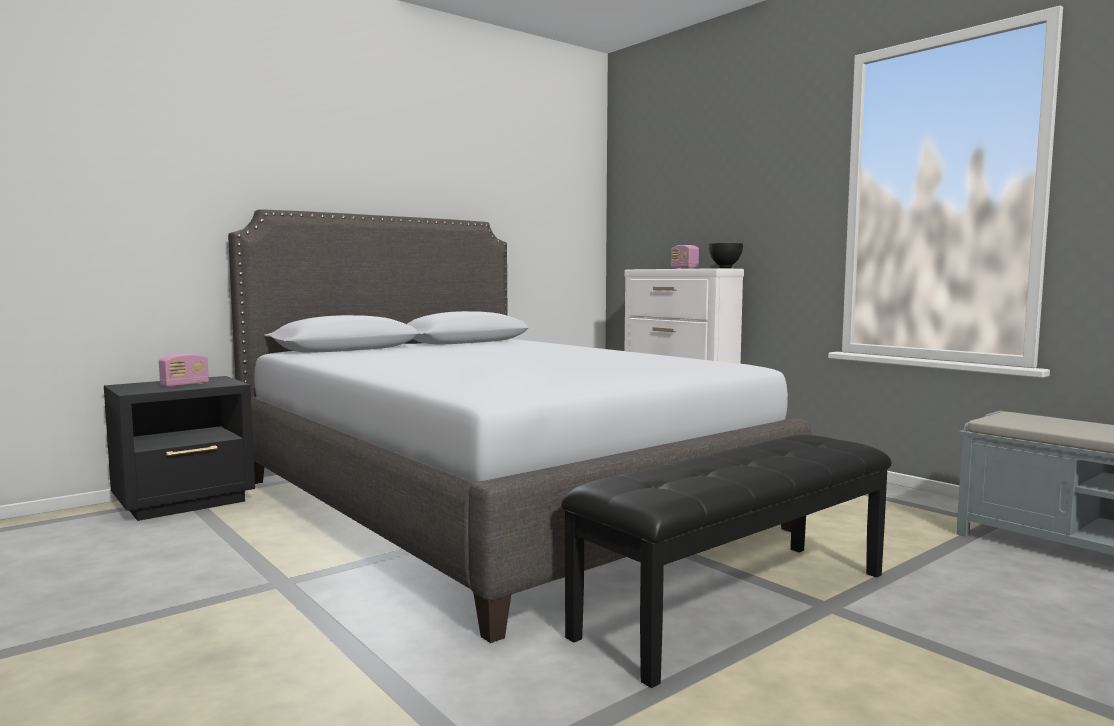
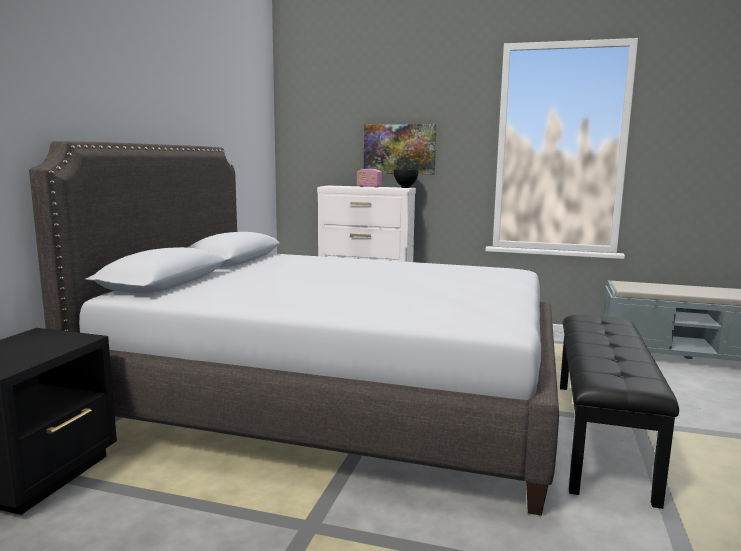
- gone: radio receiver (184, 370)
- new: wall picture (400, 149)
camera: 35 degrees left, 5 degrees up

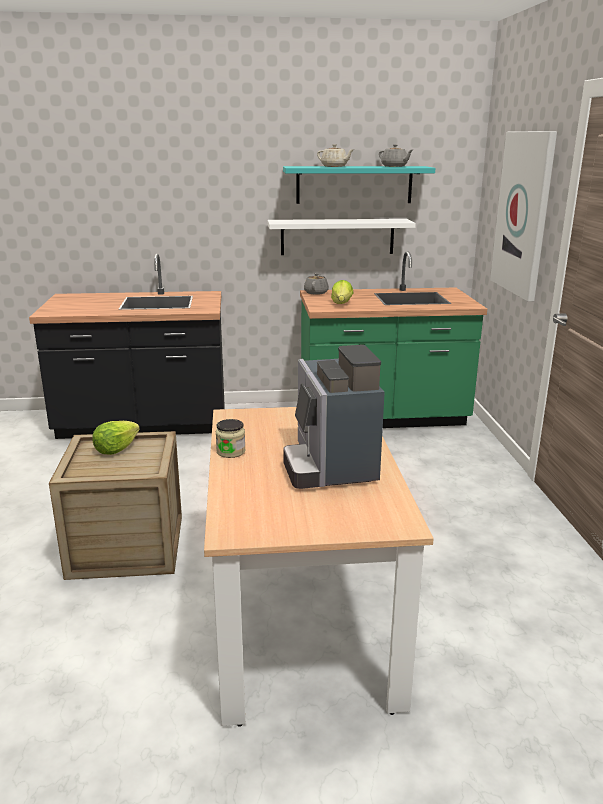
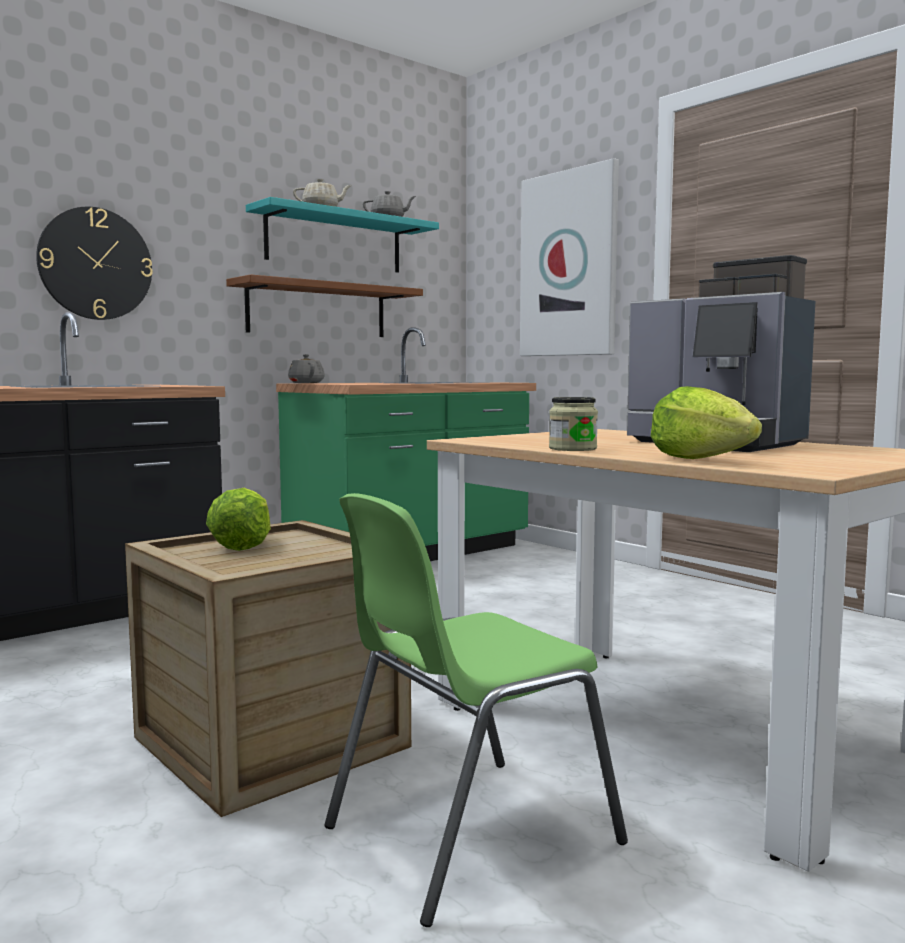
- new: hanging clock (94, 263)
- new: plain chair/greenish (476, 710)
- shifted: lettuce head (342, 292) to (706, 422)
- repainted: wall shelf/white-coloured (342, 237) to wall shelf/brownish (324, 305)
camera: 35 degrees left, 15 degrees down

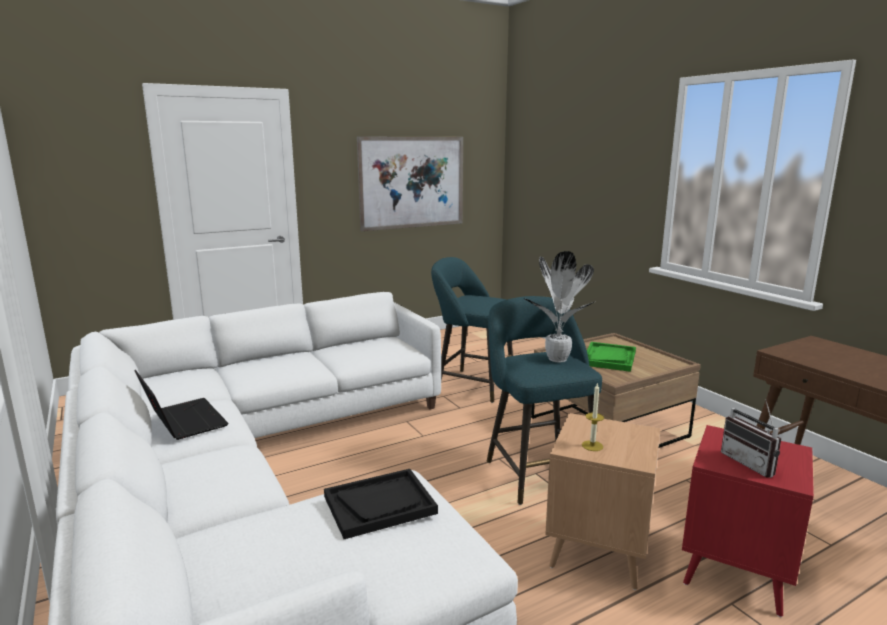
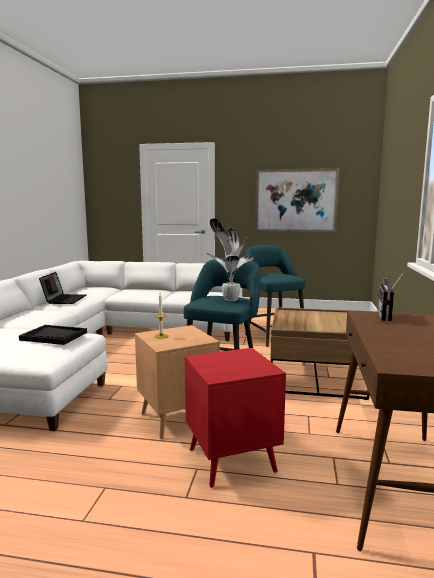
- gone: tray/greenish (611, 357)
- shifted: radio receiver (751, 439) to (391, 296)
camera: 40 degrees right, 5 degrees down

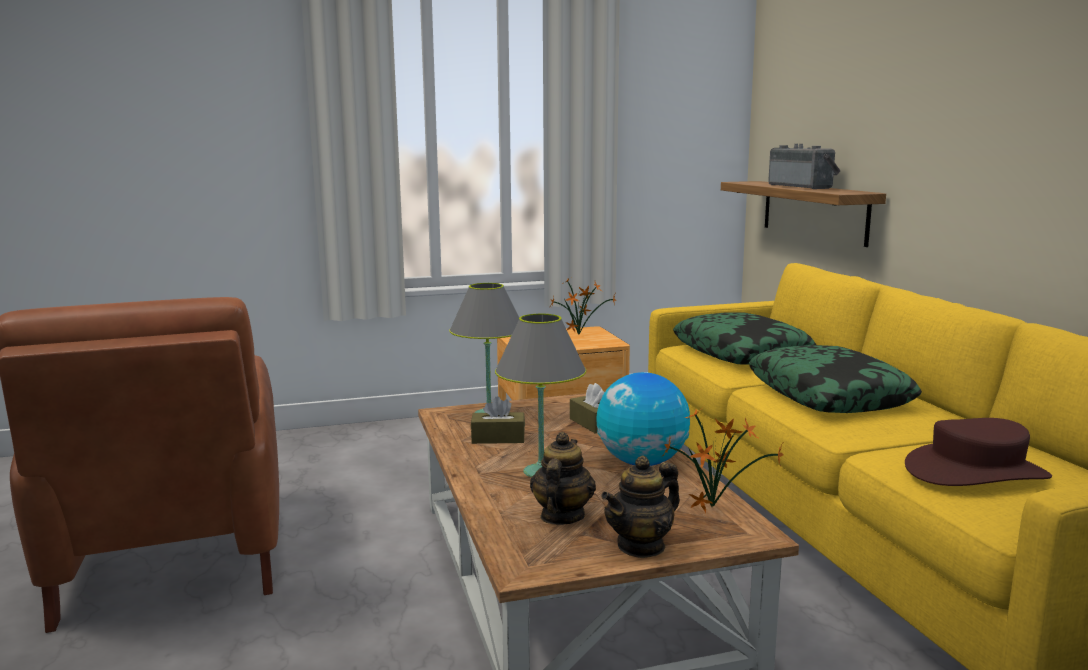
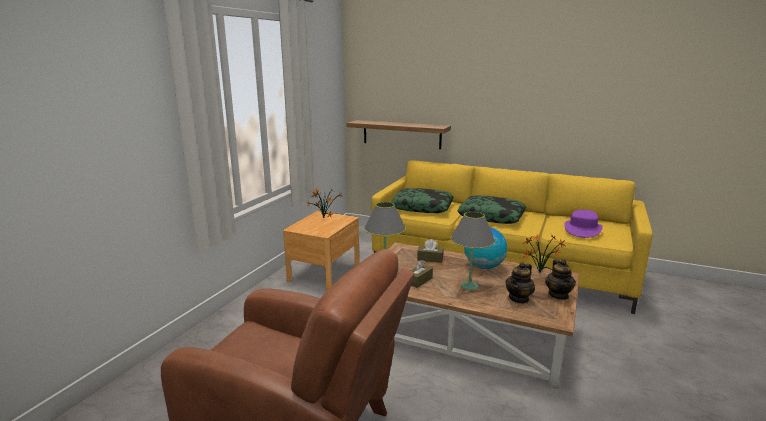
- gone: radio receiver (804, 166)
- repainted: hat/brownish (978, 452) to hat/purple (583, 224)
- rotated: teapot (563, 478) = (520, 283) 105 degrees counterclockwise
camera: 50 degrees left, 5 degrees up

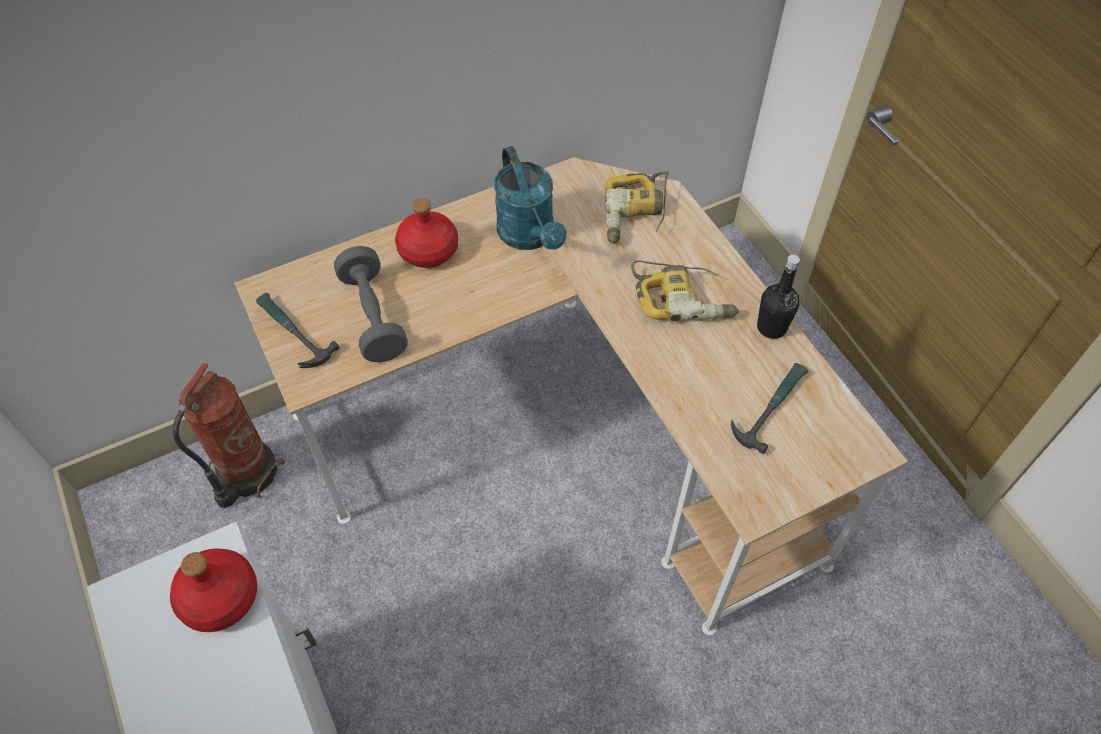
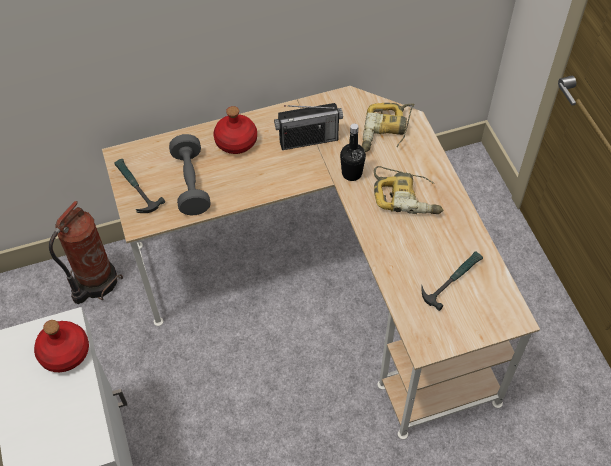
- shifted: bottle/black-coloured (778, 297) to (353, 152)
- swapped: sprinkling can/blue-green (530, 198) to radio receiver (308, 126)
camera: 10 degrees right, 0 degrees up

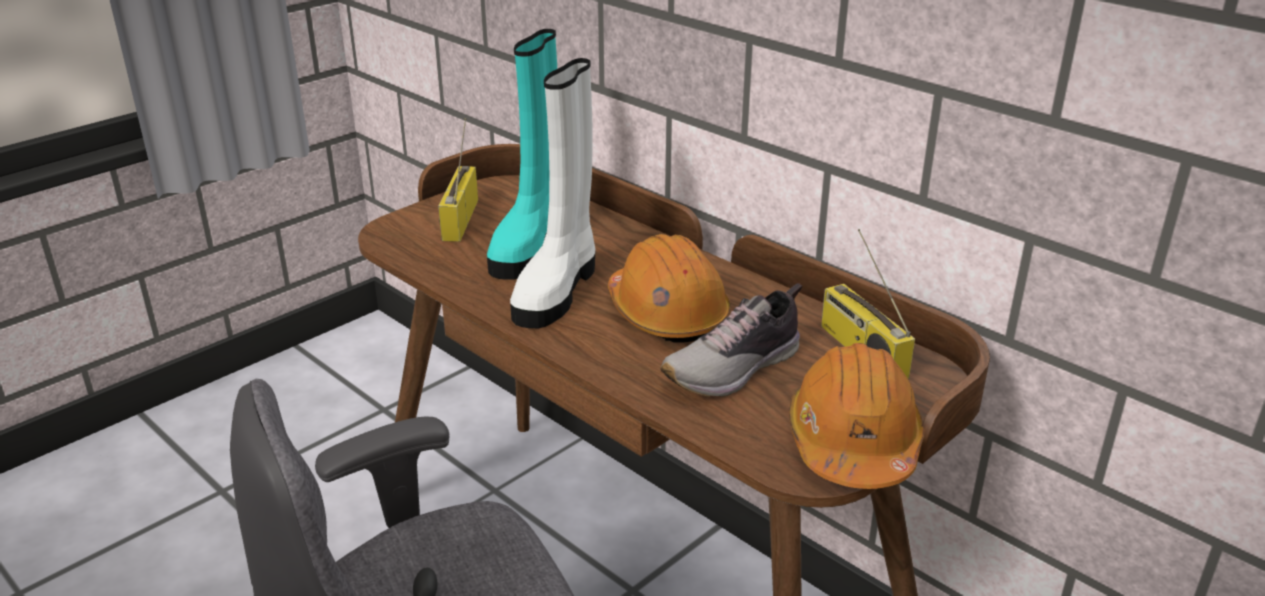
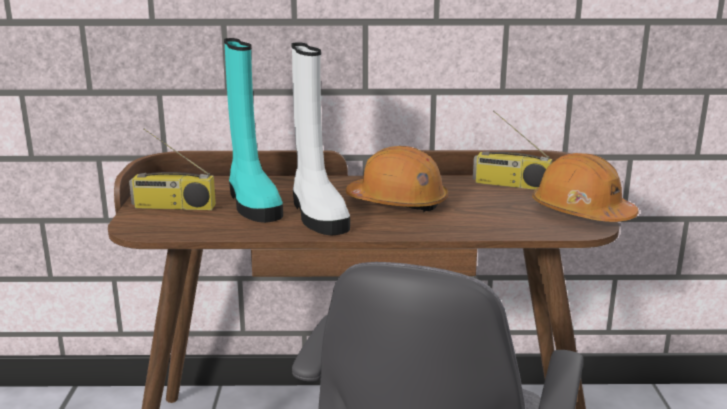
- gone: low shoe (731, 340)
- rotated: radio receiver (458, 180) = (172, 169) 45 degrees counterclockwise
camera: 45 degrees left, 10 degrees down

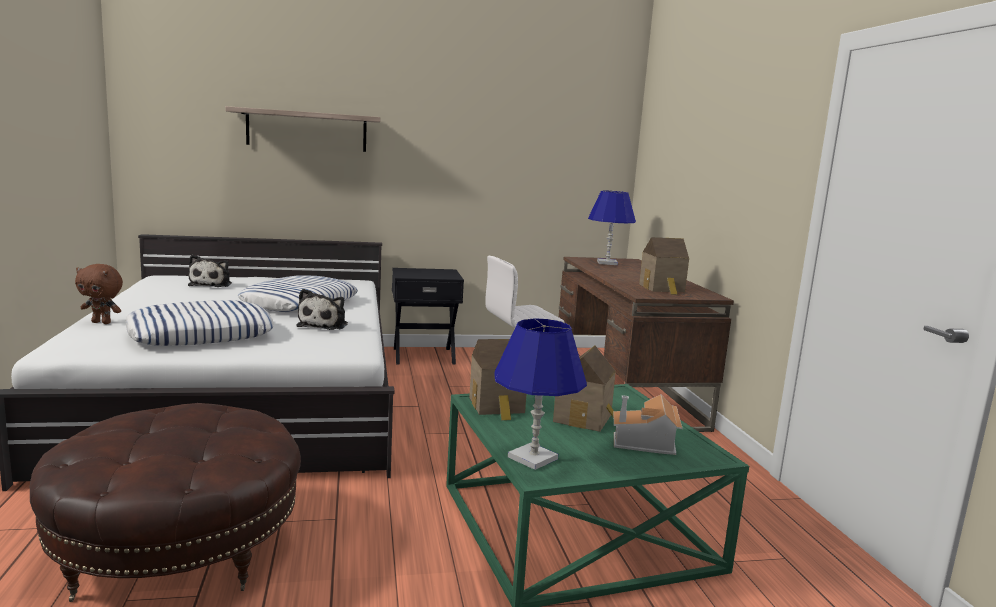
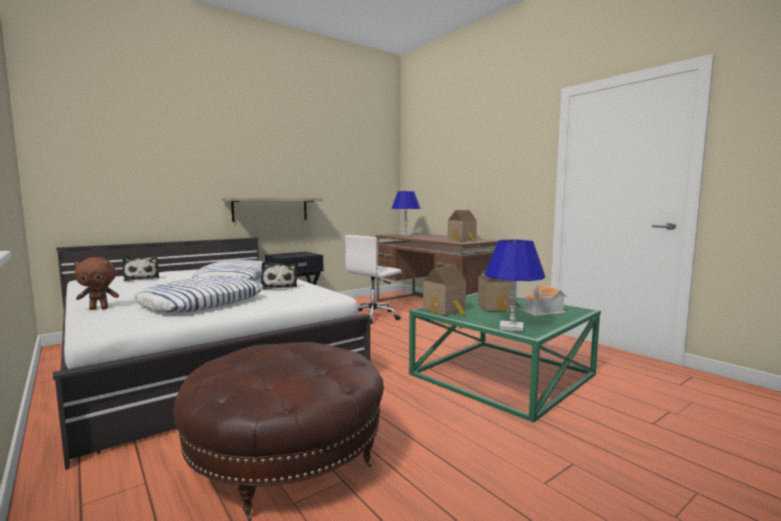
- shifted: wall shelf (303, 129) to (272, 210)
camera: 25 degrees left, 5 degrees down

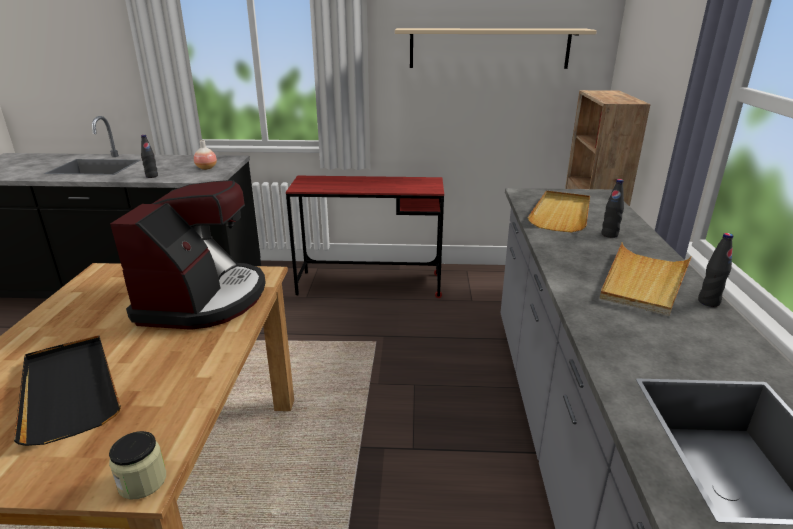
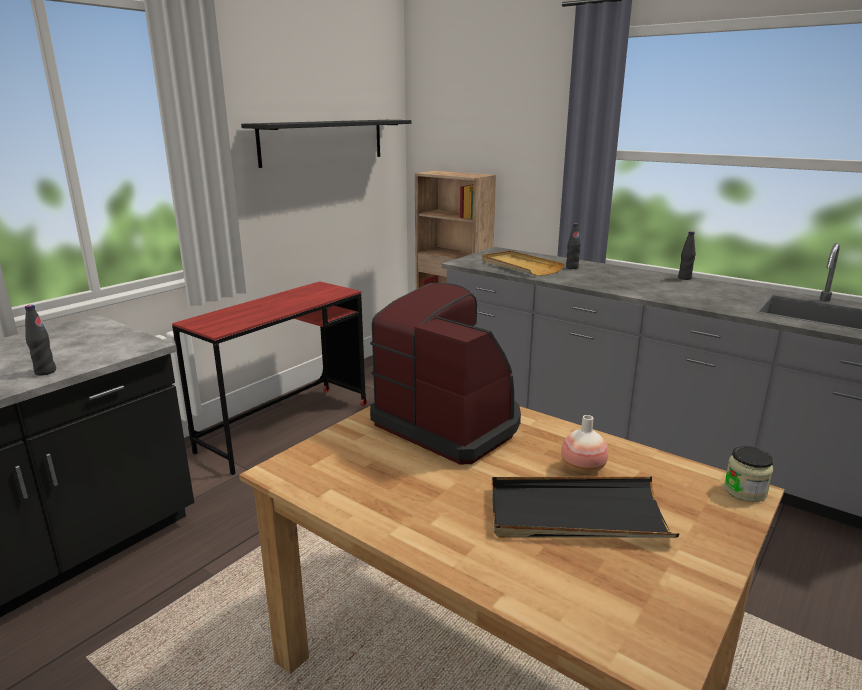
- gone: tray/beige-coloured (646, 279)
- shifted: vase (205, 155) to (584, 445)
- repainted: wall shelf/beige-coloured (496, 48) to wall shelf/black-coloured (326, 144)
camera: 55 degrees left, 5 degrees down

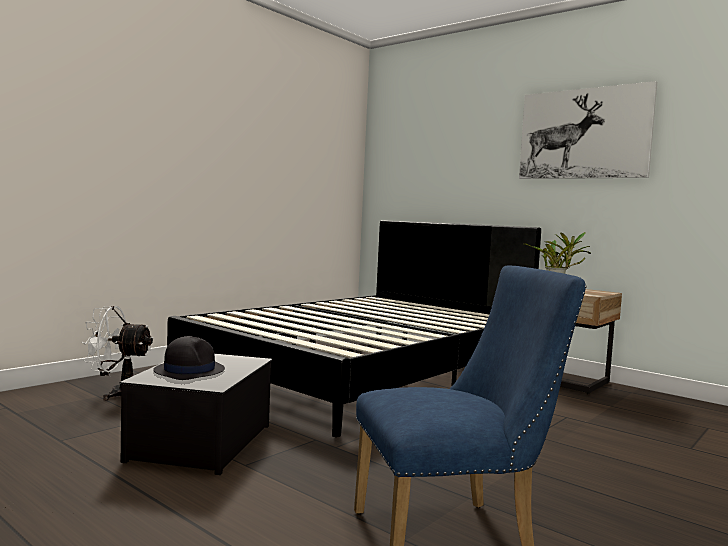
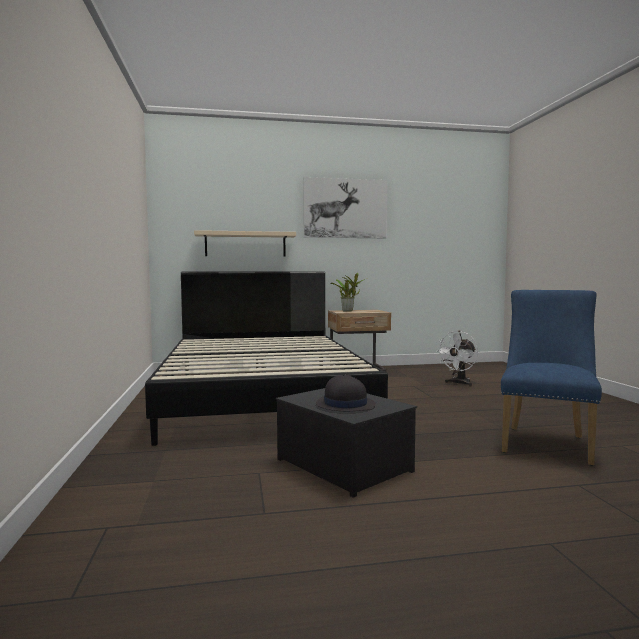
- new: wall shelf/beige-coloured (245, 243)
- shifted: electric fan/white-coloured (117, 353) to (457, 358)
camera: 50 degrees left, 0 degrees up

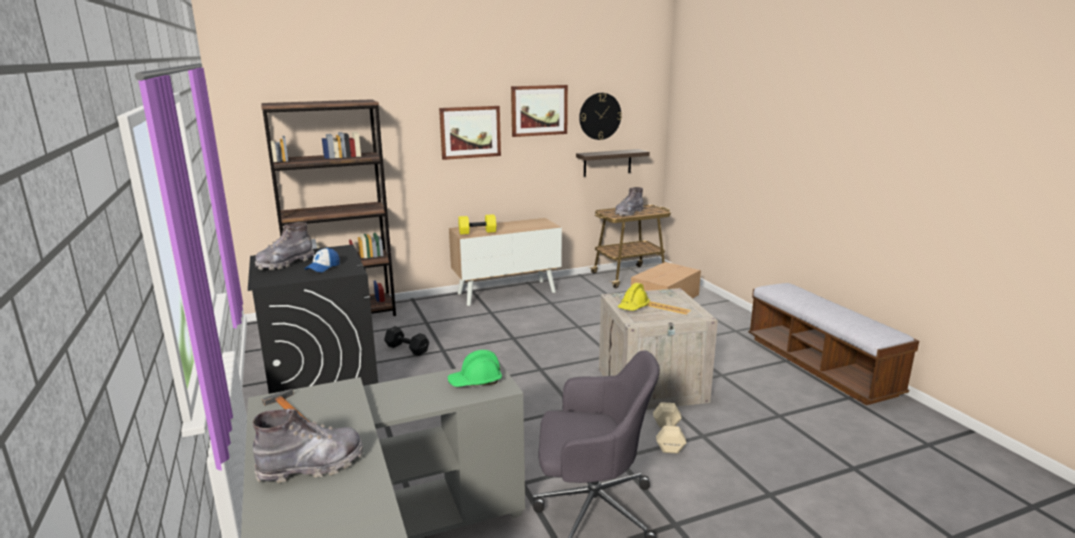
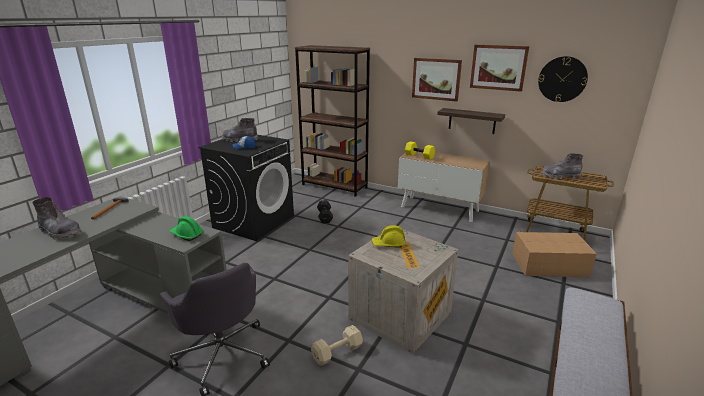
- shifted: wall shelf (613, 163) to (471, 121)
camera: 50 degrees right, 5 degrees up

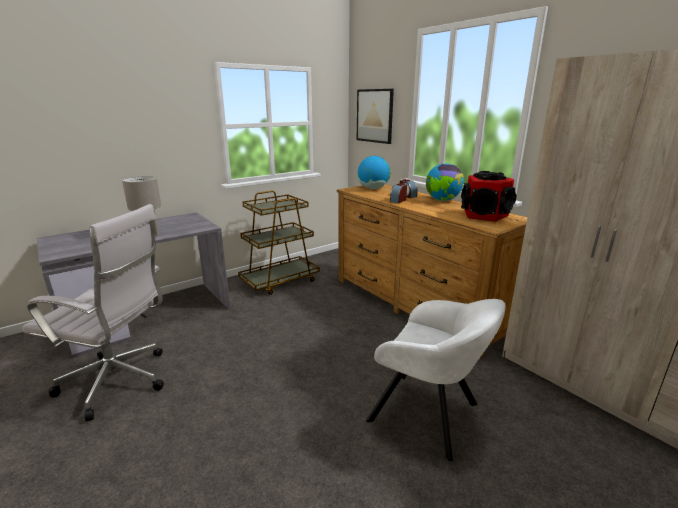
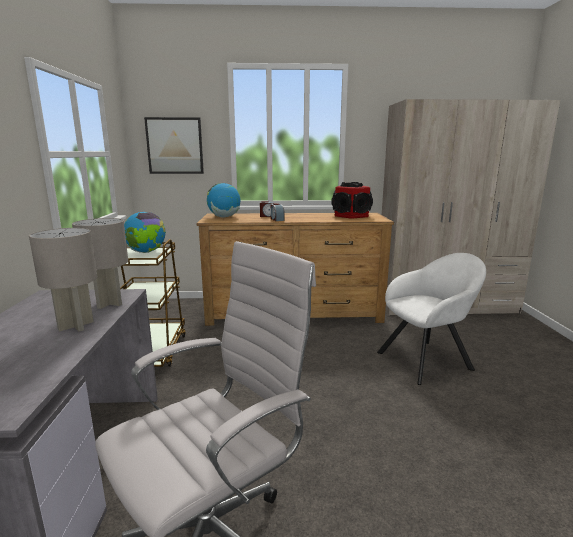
- new: tabletop lamp/greyish (100, 263)
- shifted: globe (445, 182) to (145, 232)
camera: 55 degrees left, 5 degrees down

